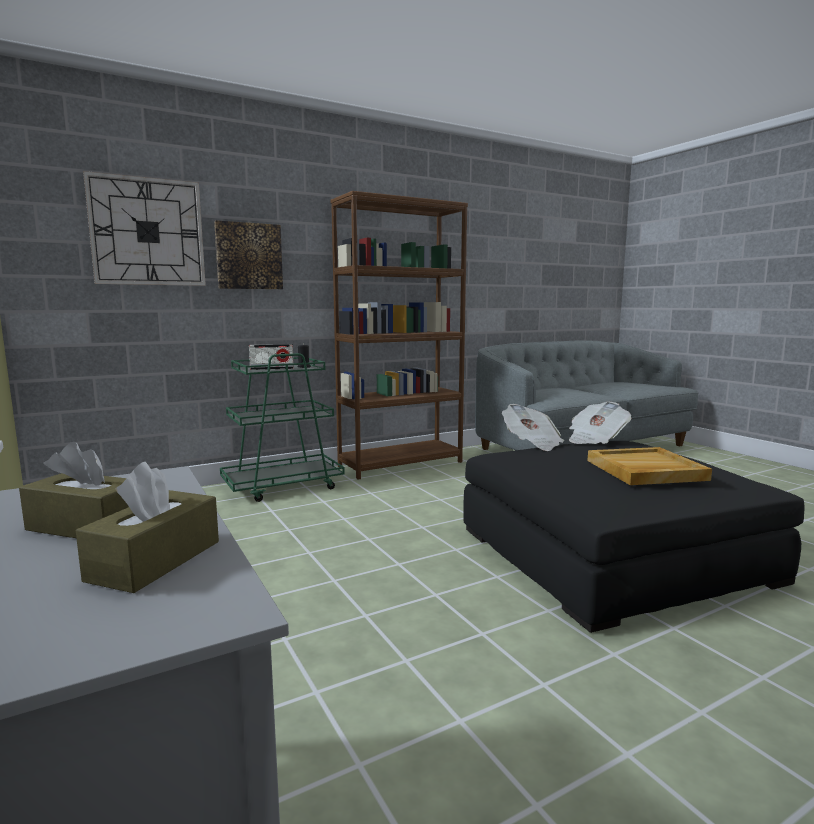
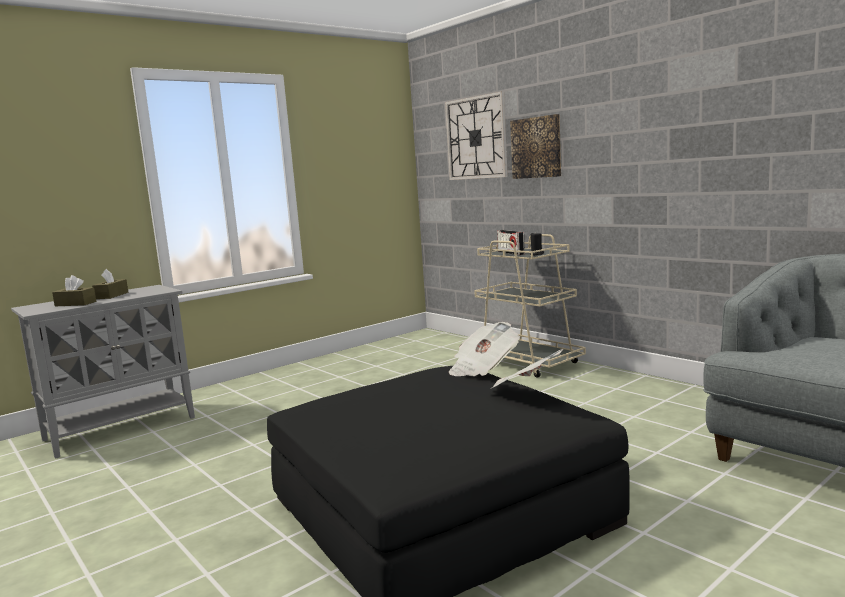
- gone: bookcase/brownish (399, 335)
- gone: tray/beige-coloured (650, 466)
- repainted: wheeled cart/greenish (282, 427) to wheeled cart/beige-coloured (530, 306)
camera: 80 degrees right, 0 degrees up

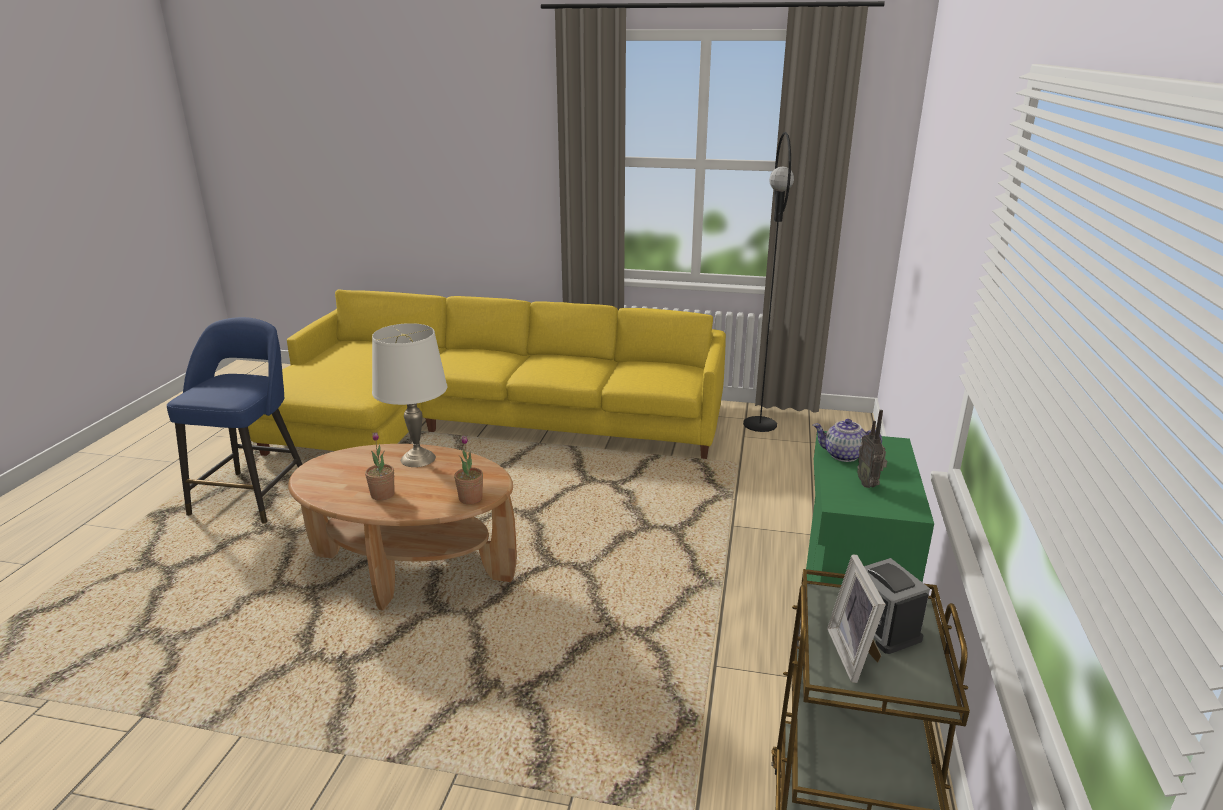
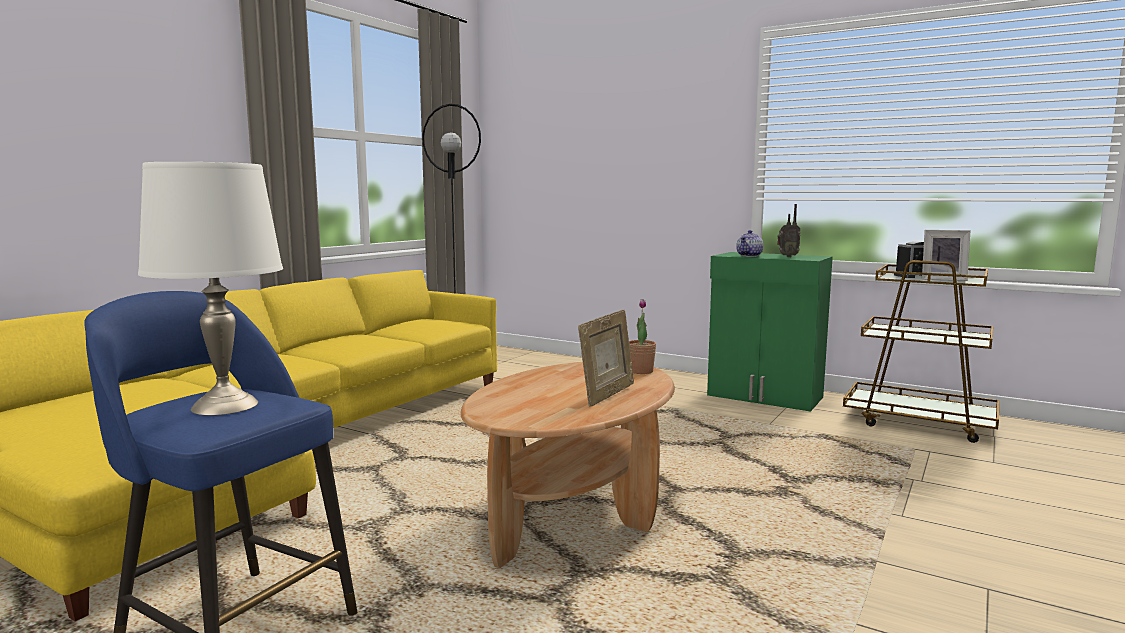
- shifted: tabletop lamp/white-coloured (409, 395) to (210, 288)
- swapped: plant in a pot (380, 466) to standing frame (606, 358)
camera: 70 degrees left, 15 degrees down

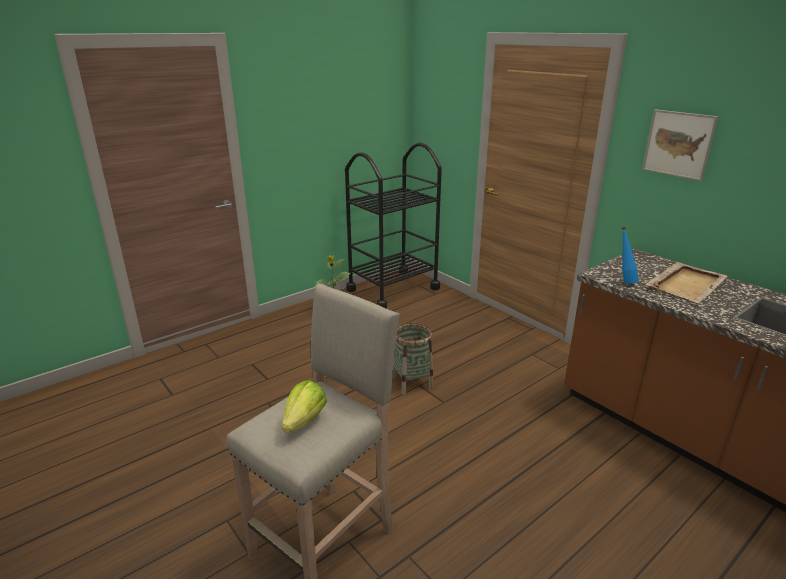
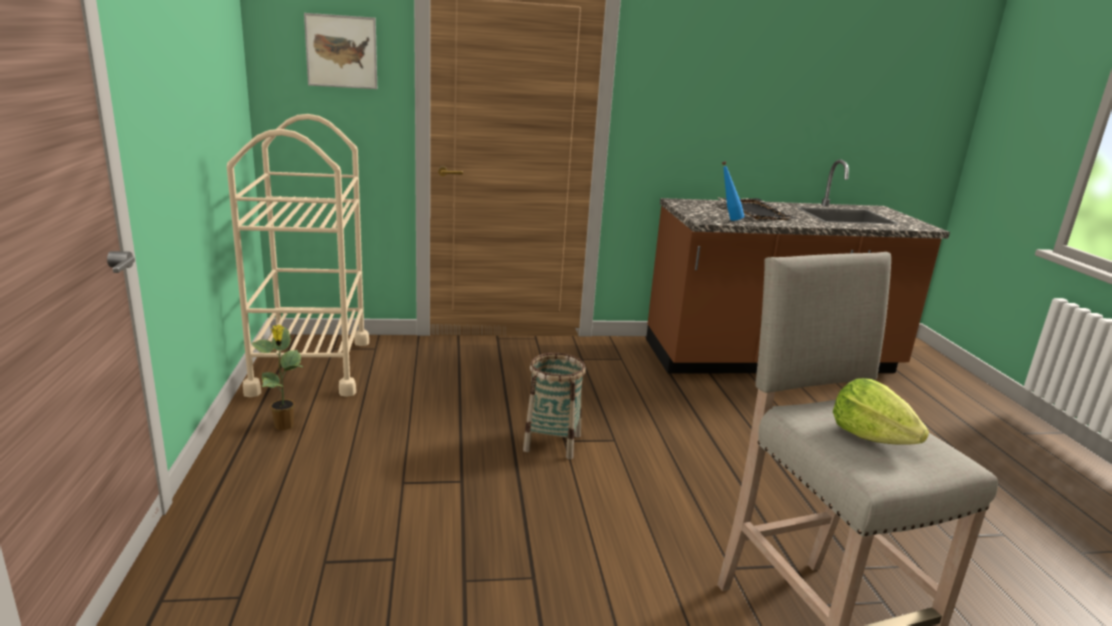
- shifted: wall picture (680, 145) to (340, 51)
- repainted: wheeled cart/black-coloured (393, 226) to wheeled cart/beige-coloured (298, 255)
- repainted: tray/beige-coloured (687, 282) to tray/black-coloured (757, 208)
camera: 60 degrees left, 5 degrees down

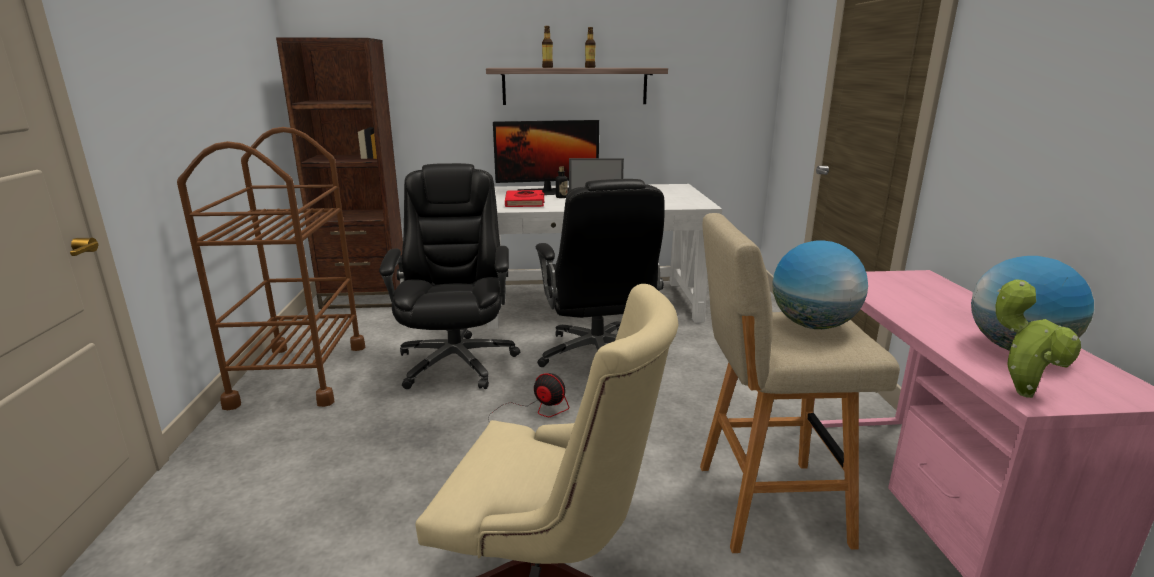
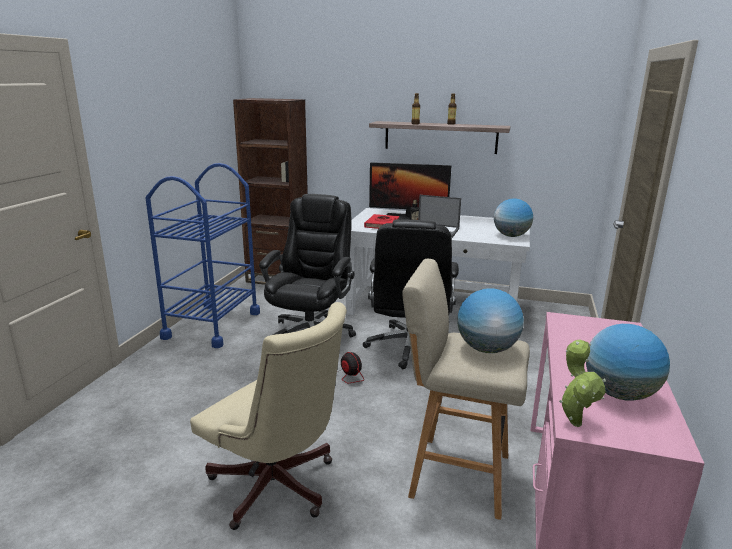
- new: globe (513, 217)
- repainted: wheeled cart/brownish (271, 268) to wheeled cart/bluish (203, 255)
camera: 20 degrees right, 0 degrees up

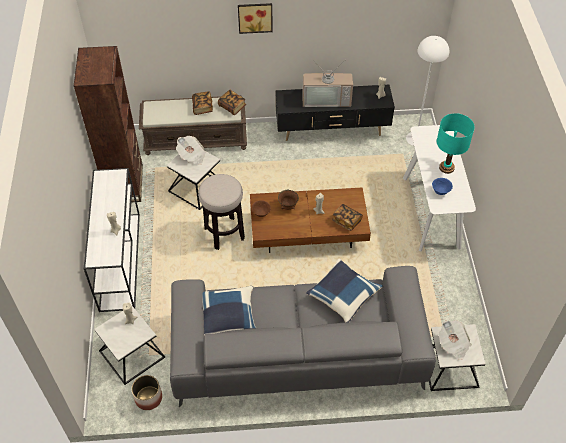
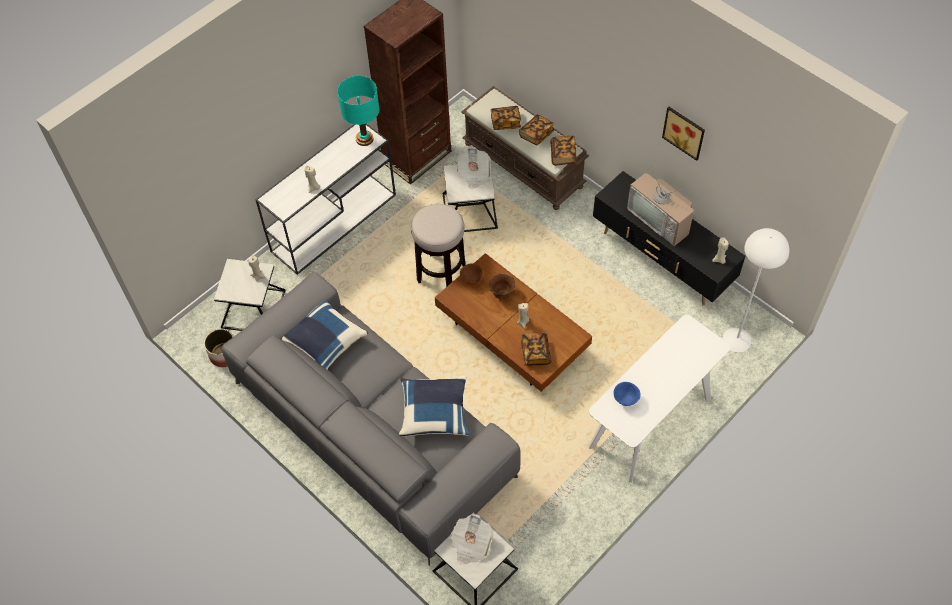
- new: volume (505, 118)
- shifted: wall picture (255, 18) to (683, 134)
- shifted: tabletop lamp/blue-green (456, 143) to (358, 111)
camera: 50 degrees right, 5 degrees up

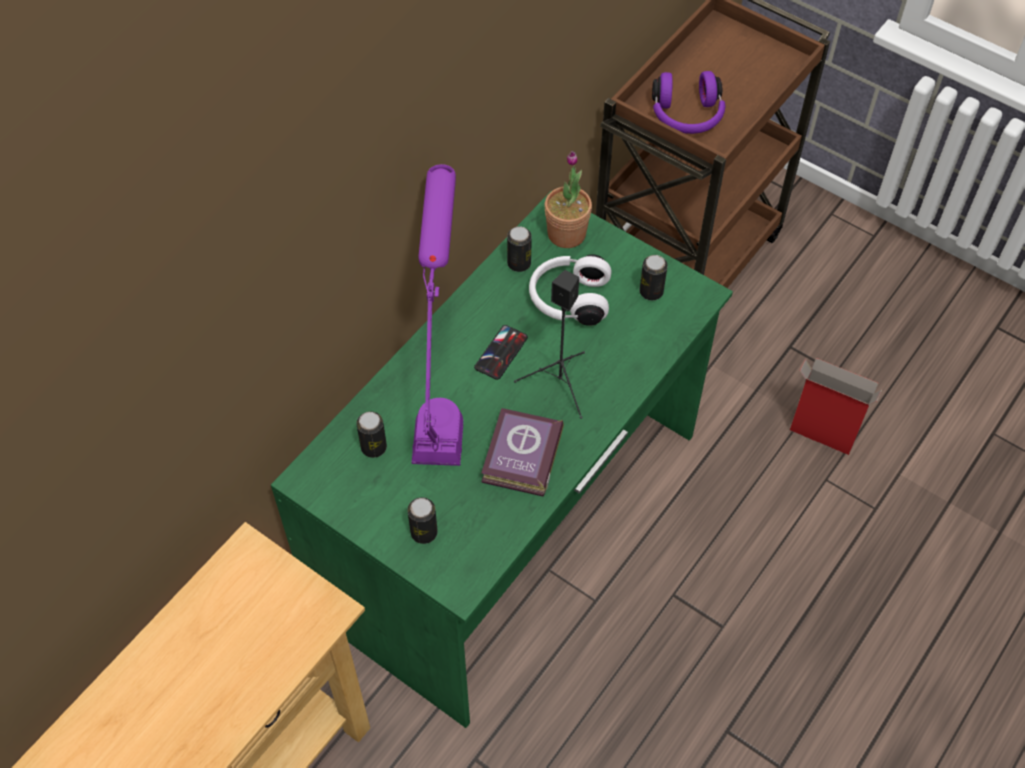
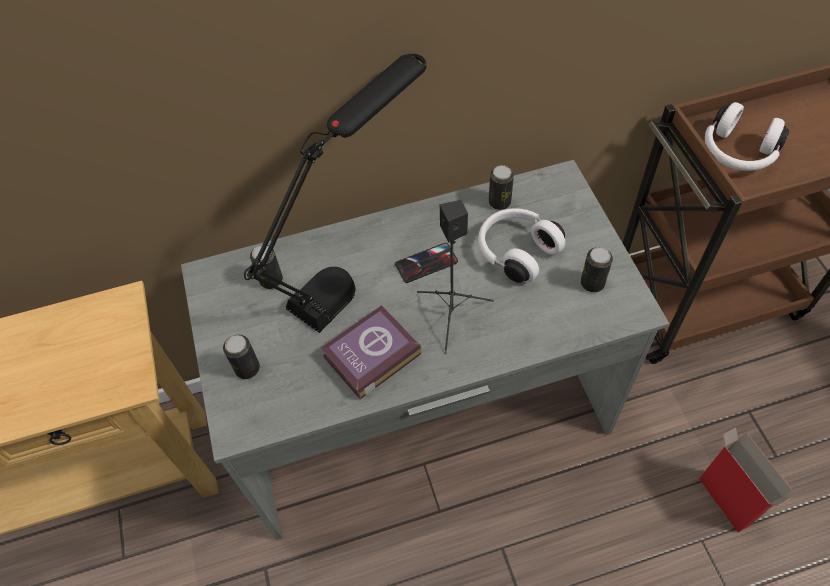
- gone: plant in a pot (568, 199)
- repainted: desk/greenish (502, 459) to desk/greyish (425, 350)
- repainted: tabletop lamp/purple (437, 315) to tabletop lamp/black-coloured (335, 193)
- repainted: headset/purple (688, 102) to headset/white-coloured (747, 136)
camera: 40 degrees right, 0 degrees up

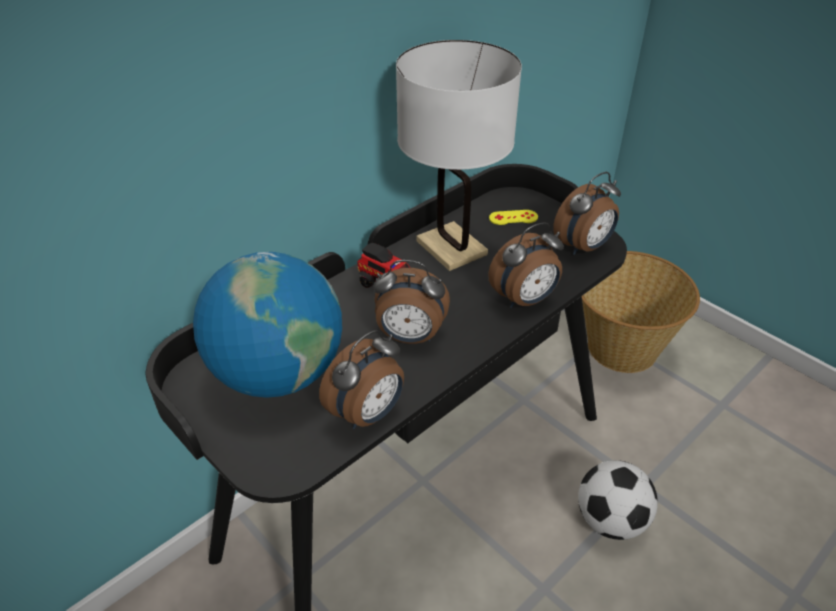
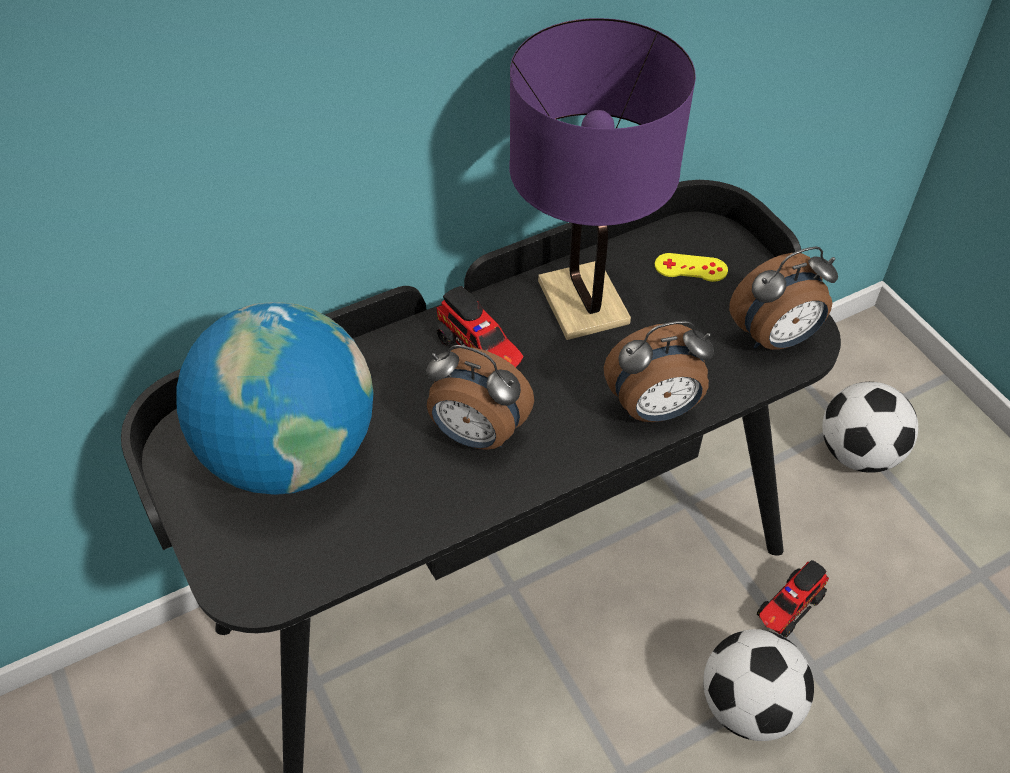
- gone: alarm clock (361, 379)
- new: model truck (793, 599)
- swapped: storage basket (641, 312) to ball for football (870, 427)
- repainted: tabletop lamp/white-coloured (459, 155) to tabletop lamp/purple (602, 179)
camera: 15 degrees right, 10 degrees up

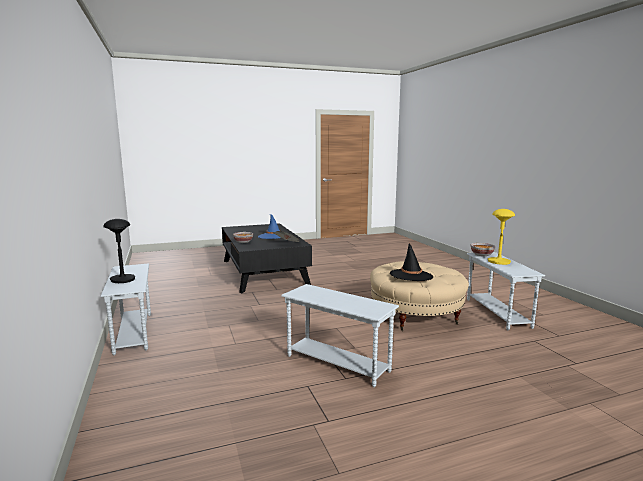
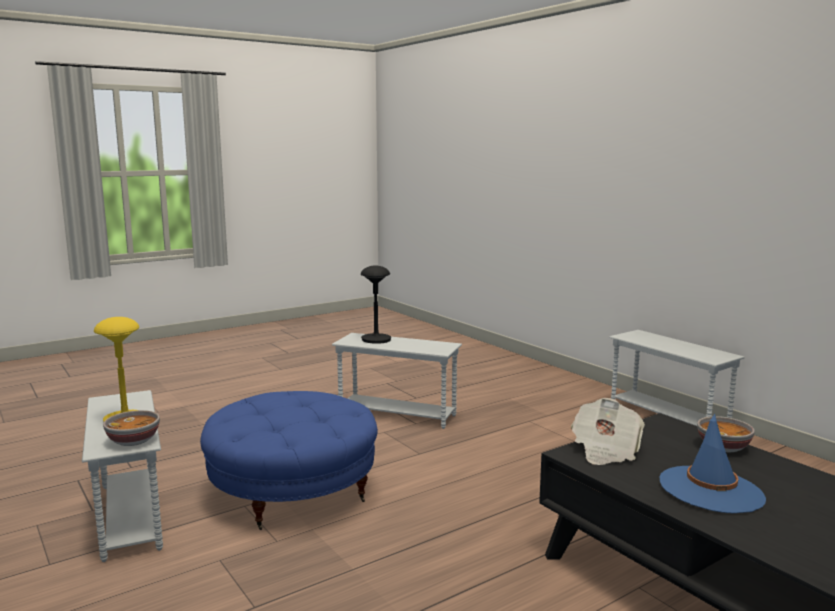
- gone: hat/black-coloured (411, 262)
- shifted: tabletop lamp/black-coloured (119, 251) to (376, 304)
- repainted: footrest/beige-coloured (419, 296) to footrest/bluish (289, 460)
camera: 165 degrees right, 0 degrees up

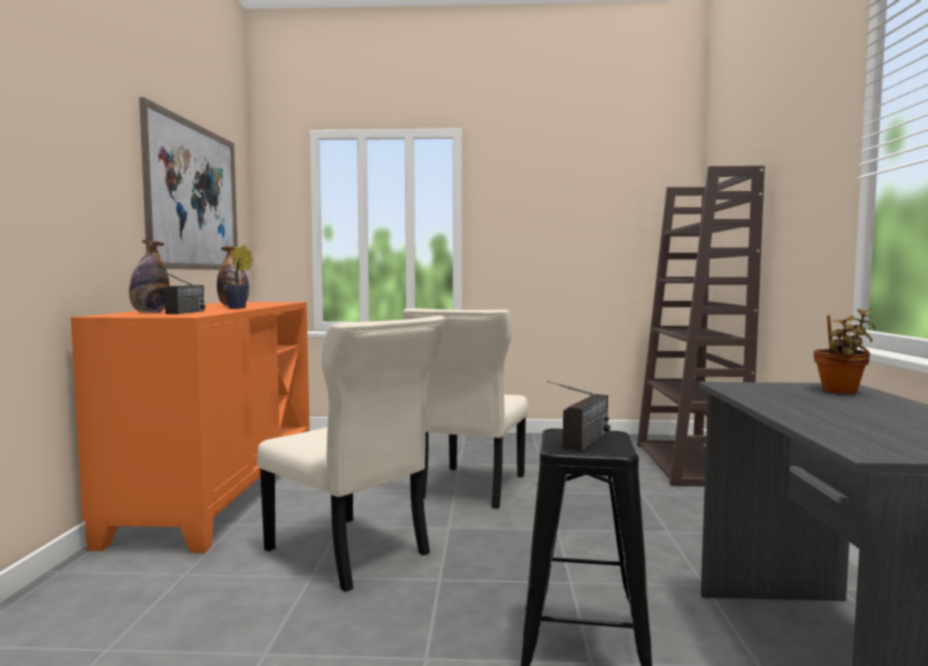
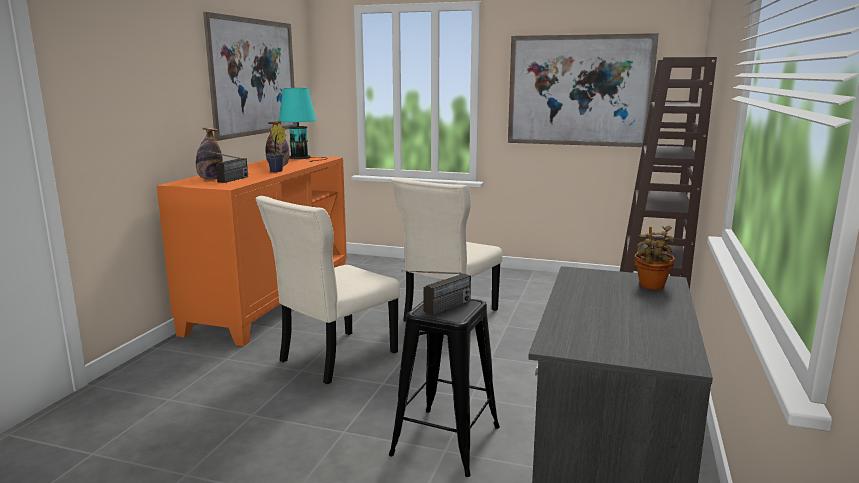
- new: tabletop lamp/blue-green (303, 125)
- new: wall picture (583, 90)
- rotated: plain chair/beige-coloured (351, 454) = (327, 290) 75 degrees clockwise
camera: 15 degrees right, 10 degrees up

